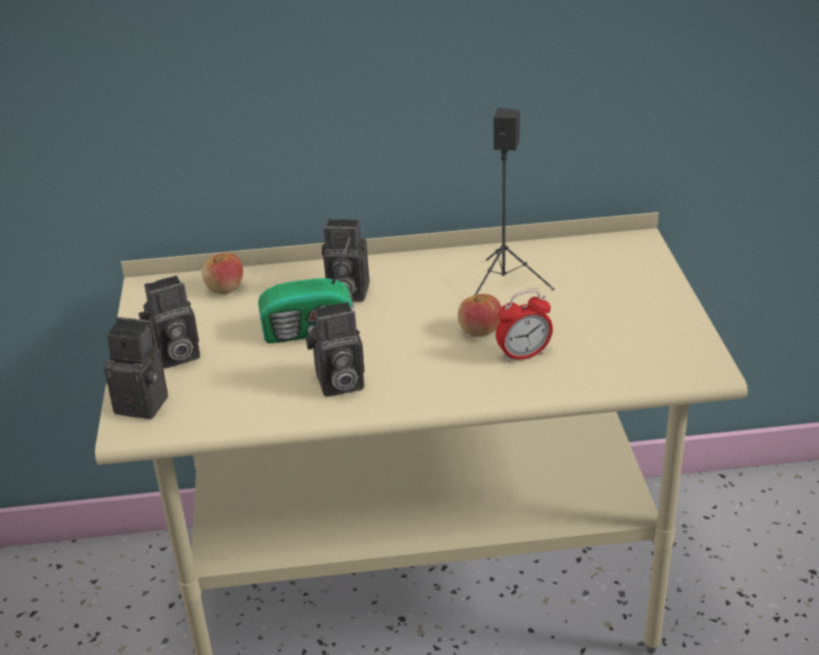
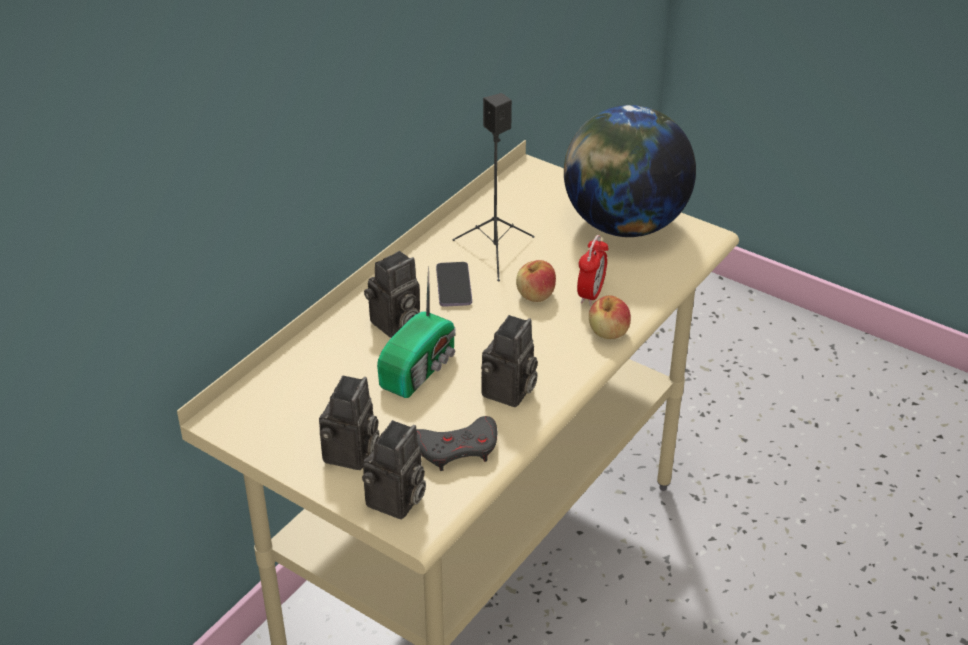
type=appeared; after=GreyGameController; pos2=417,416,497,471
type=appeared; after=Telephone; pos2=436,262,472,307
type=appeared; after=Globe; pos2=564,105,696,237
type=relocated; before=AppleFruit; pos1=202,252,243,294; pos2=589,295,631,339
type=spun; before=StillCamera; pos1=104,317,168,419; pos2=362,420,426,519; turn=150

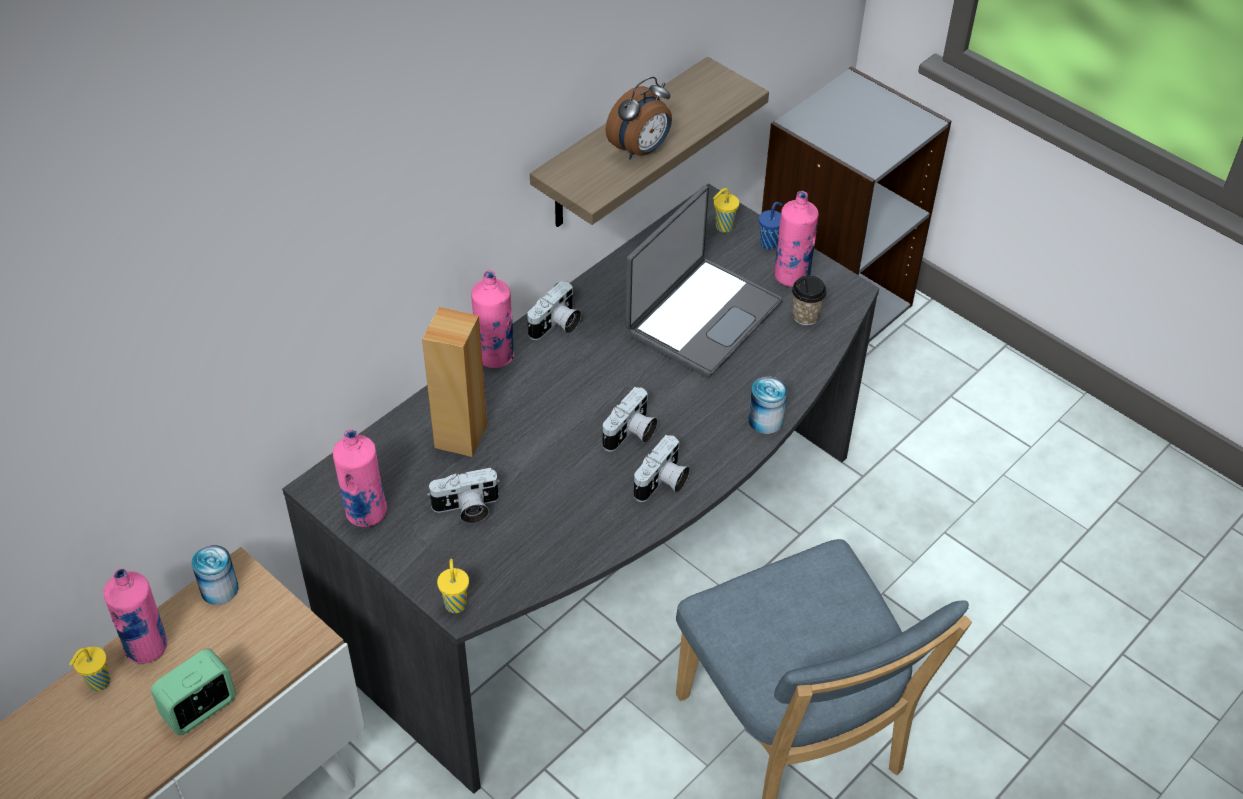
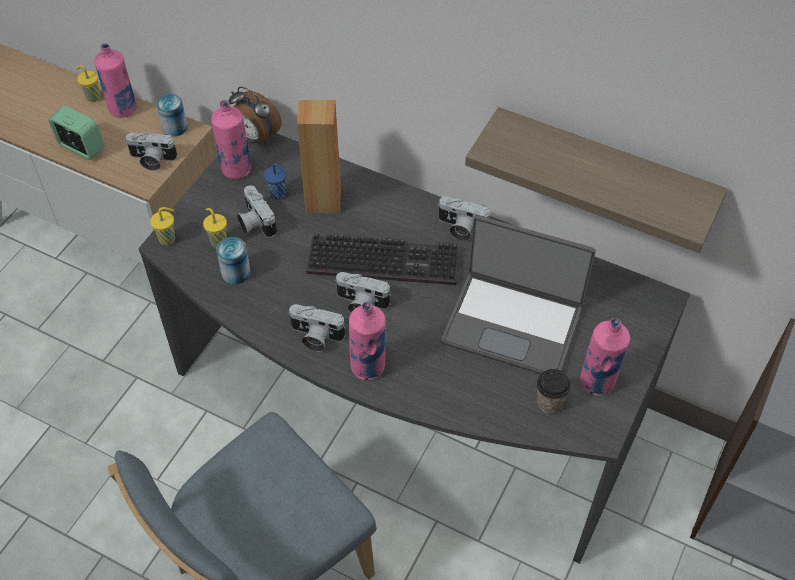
type=appeared; after=StillCamera; pos2=125,132,177,171
type=appeared; after=Keyboard; pos2=306,233,459,285
type=relocated; before=PinkBeverageBottle; pos1=471,270,514,368; pos2=349,302,386,380
type=relocated; before=BedsideClock; pos1=606,76,672,159; pos2=229,87,282,144
type=relocated; before=YellowishSmallCup; pos1=713,188,739,233; pos2=203,208,227,248
type=relocated; before=Can; pos1=748,377,787,434; pos2=216,237,250,284
type=relocated; before=BluishSmallCup; pos1=759,202,783,250; pos2=264,163,286,200

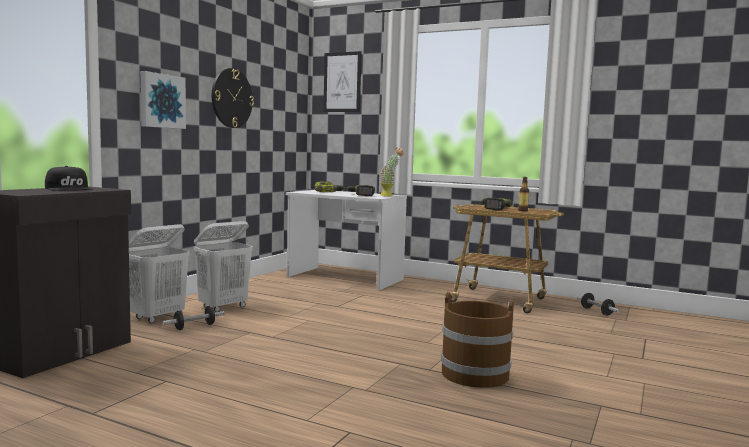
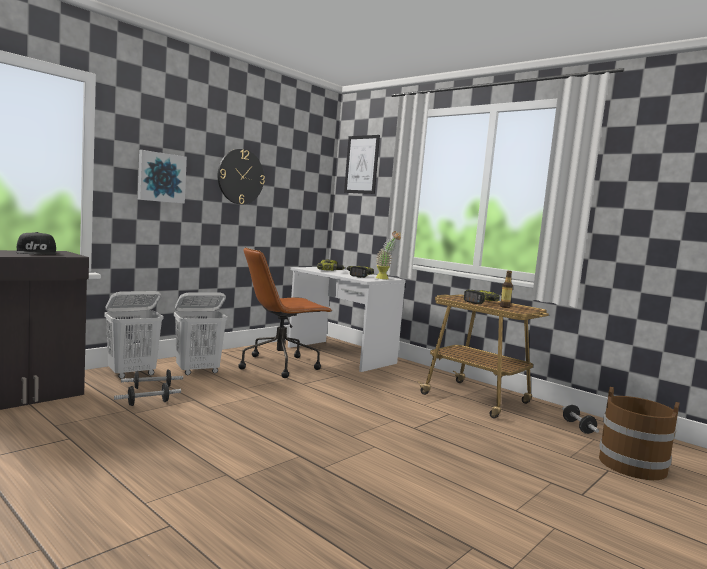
type=appeared; after=HandWeight; pos2=114,383,181,406
type=appeared; after=BrownColouredComputerChair; pos2=238,247,332,378
type=relocated; before=BrownColouredBucket; pos1=441,292,514,388; pos2=599,387,680,480

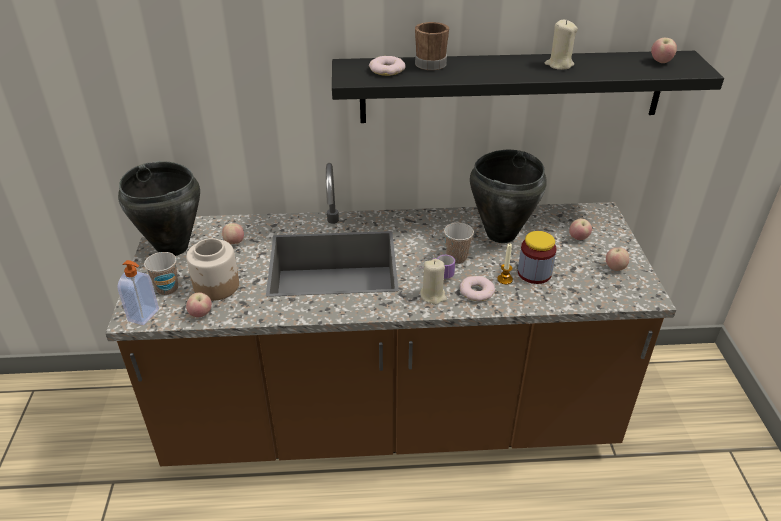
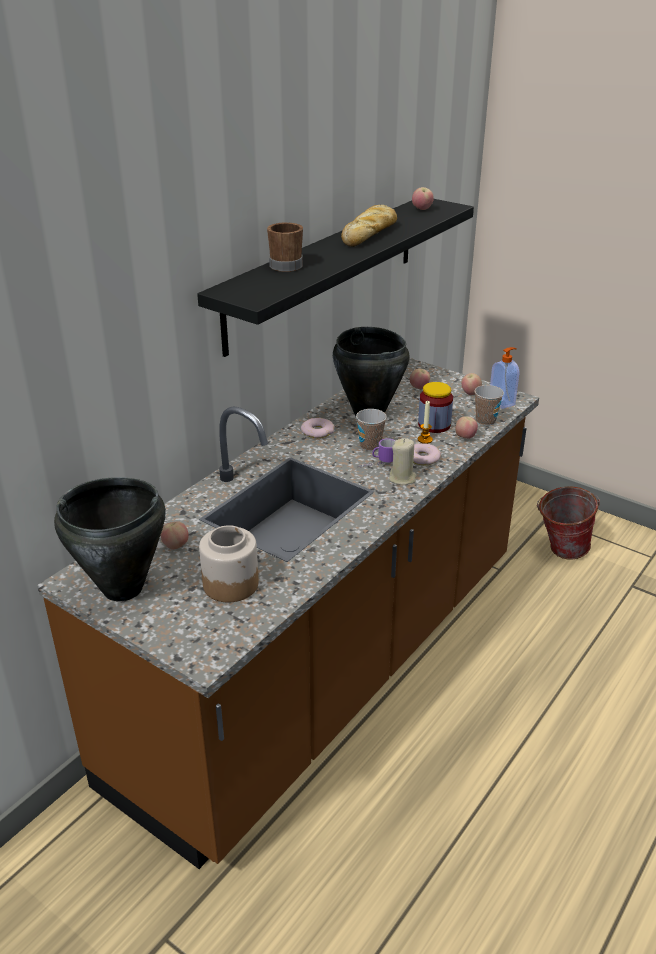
type=appeared; after=Bucket; pos2=537,487,600,559
type=relocated; before=SoapDispenser; pos1=117,260,159,325; pos2=490,347,519,409
type=relocated; before=SmallCup; pos1=144,252,178,296; pos2=475,385,504,426
type=relocated; before=AppleFruit; pos1=186,292,212,317; pos2=455,416,478,439
type=relocated; before=RingDoughnut; pos1=369,56,405,76; pos2=301,418,335,438
type=exchanged; before=BeigeColouredWaxCandle; after=Bread; pos1=545,20,578,70; pos2=341,205,397,247

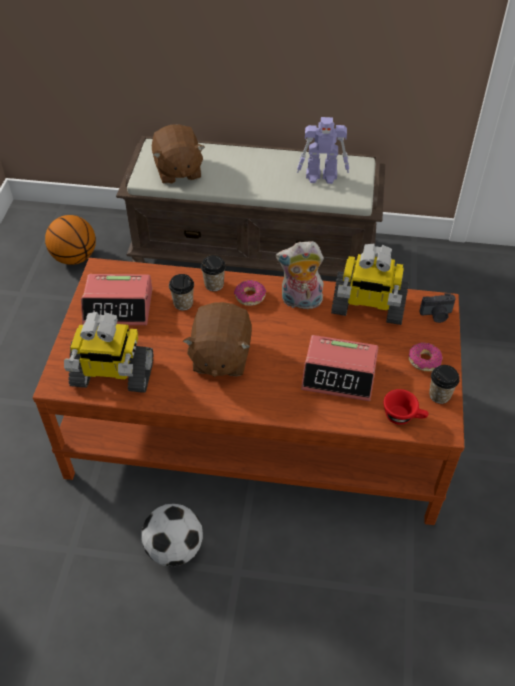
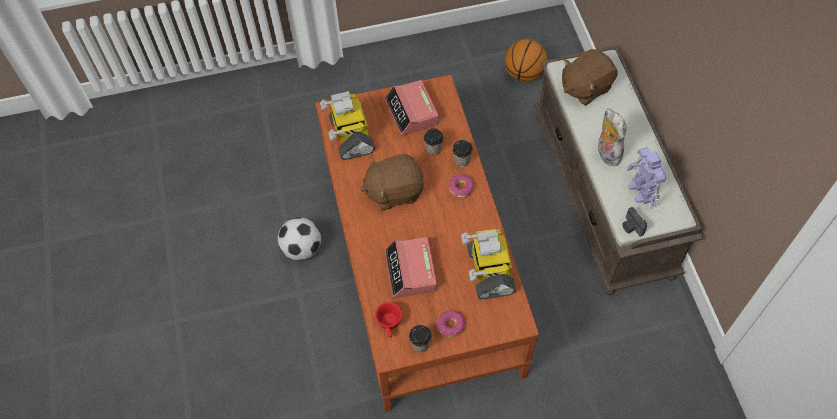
type=relocated; before=SoftToy; pos1=276,241,324,309; pos2=597,108,626,166
type=relocated; before=StillCamera; pos1=419,293,456,323; pos2=622,207,647,236

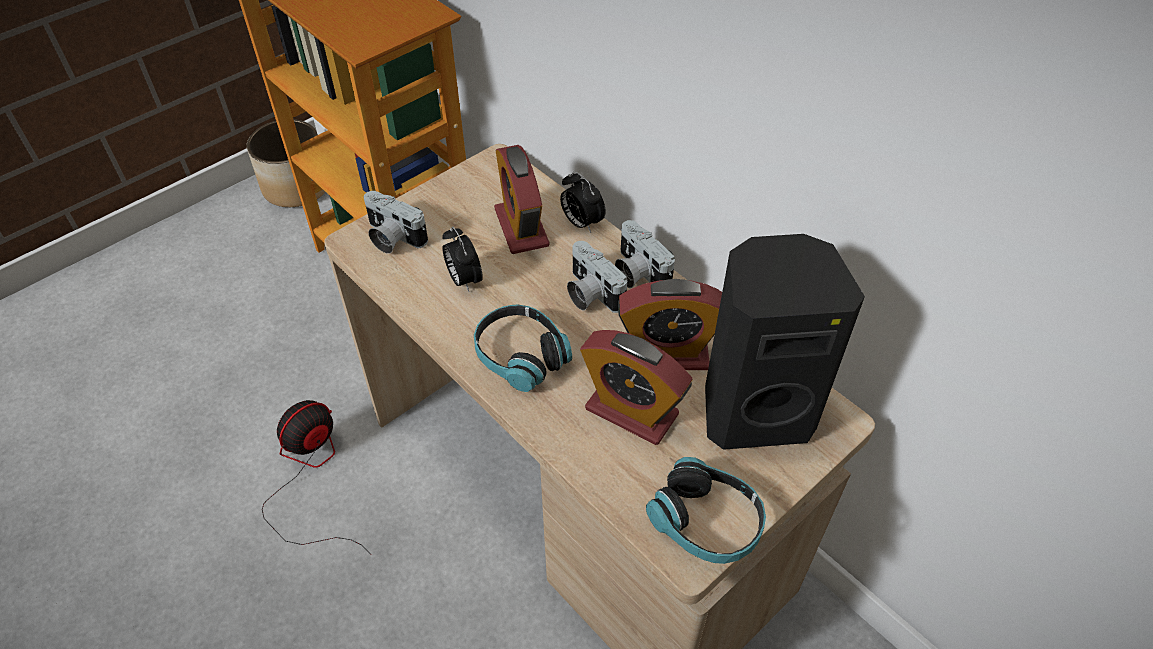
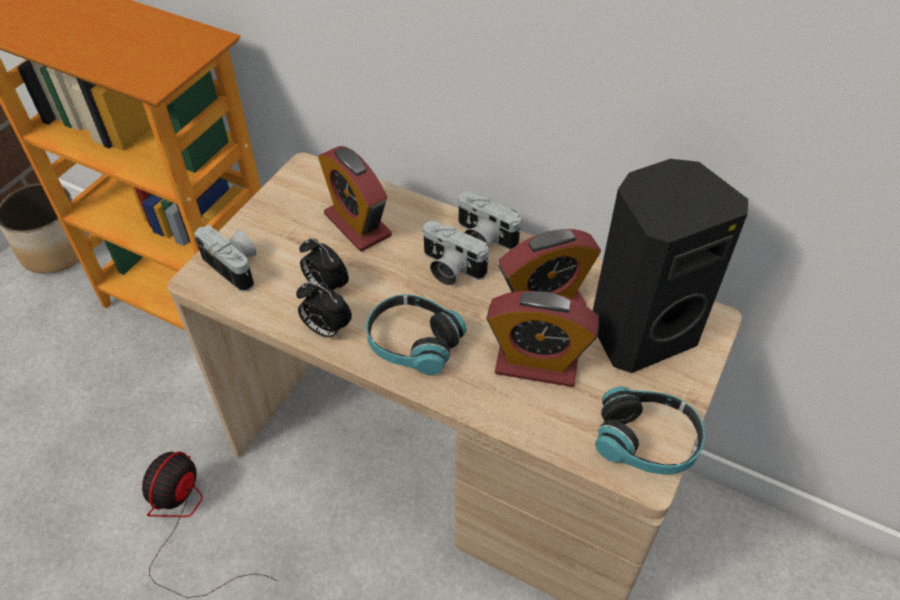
type=relocated; before=BedsideClock; pos1=560,171,606,233; pos2=296,282,352,339
type=spun; before=StillCamera; pos1=364,191,428,254; pos2=194,224,256,292; turn=-150

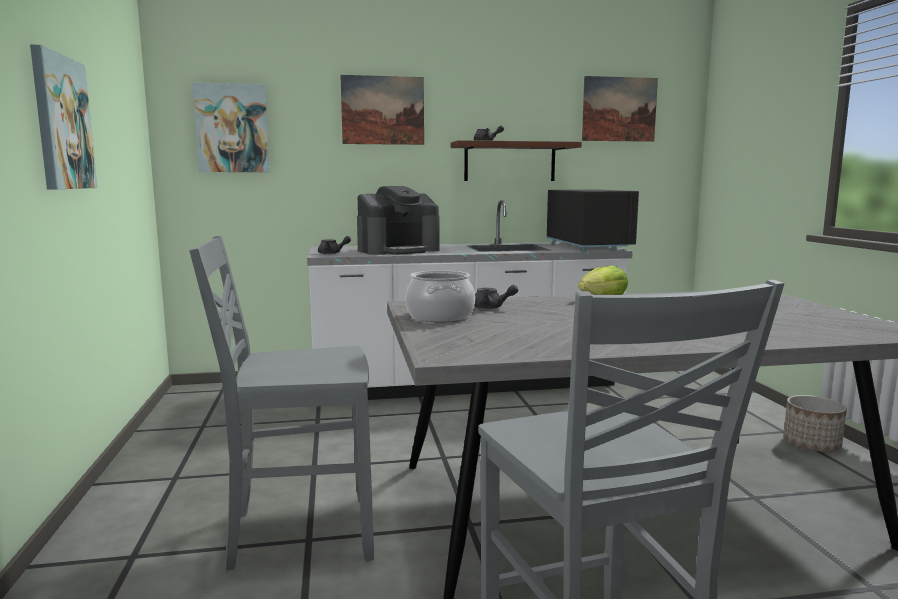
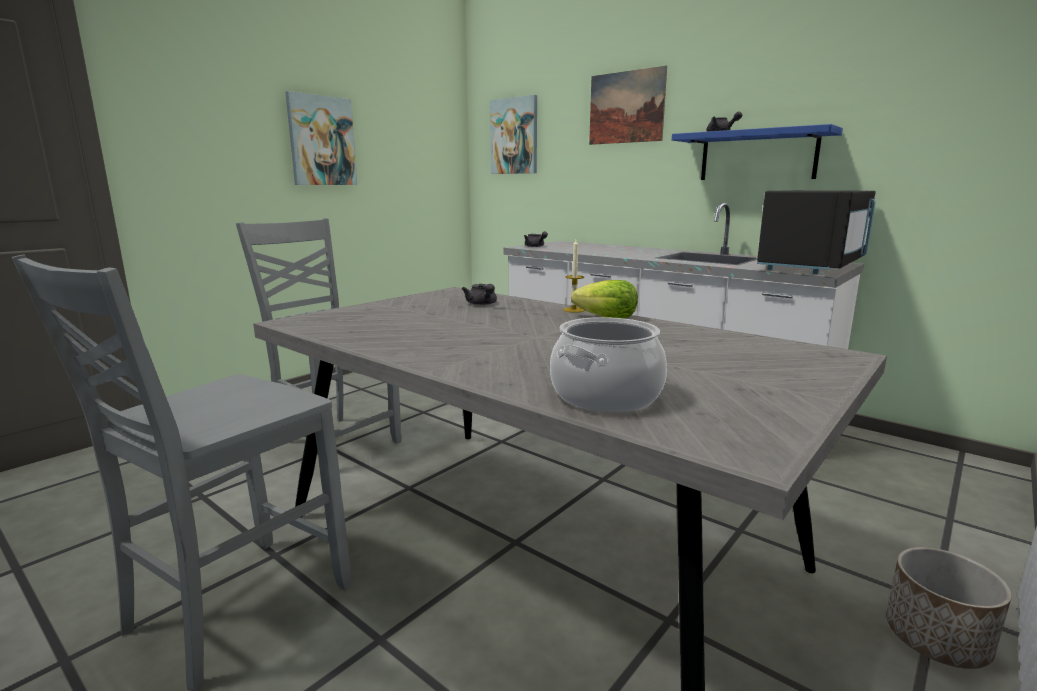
type=missing; before=CoffeeBrewer; pos1=357,186,440,255
type=missing; before=WallPicture; pos1=582,76,658,142
type=appeared; after=WaxCandle; pos2=563,239,585,313
type=relocated; before=Stockpot; pos1=405,270,475,322; pos2=550,317,667,412
type=colour; before=BrownColouredShelf; after=BluishShelf; pos1=451,140,582,181; pos2=672,124,843,180

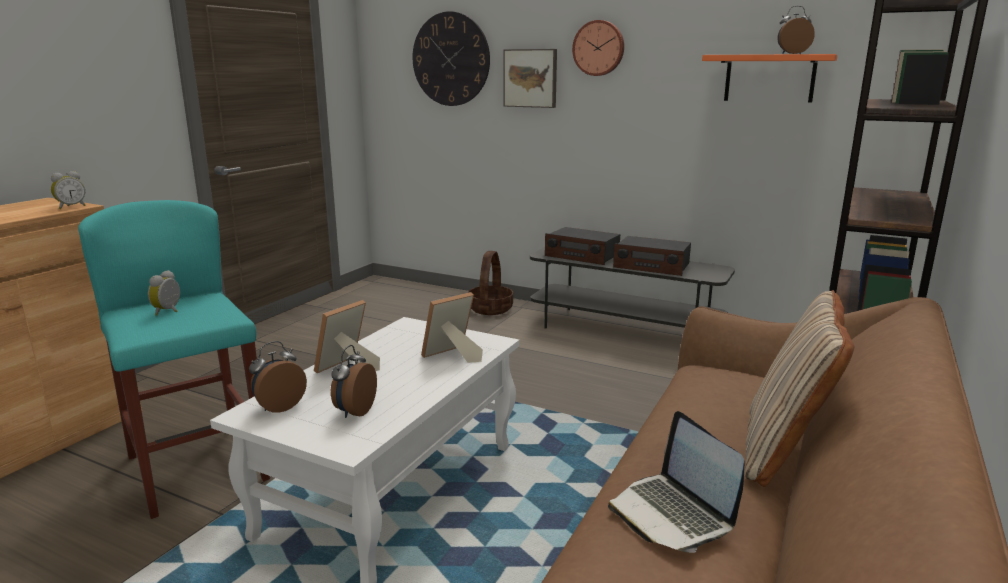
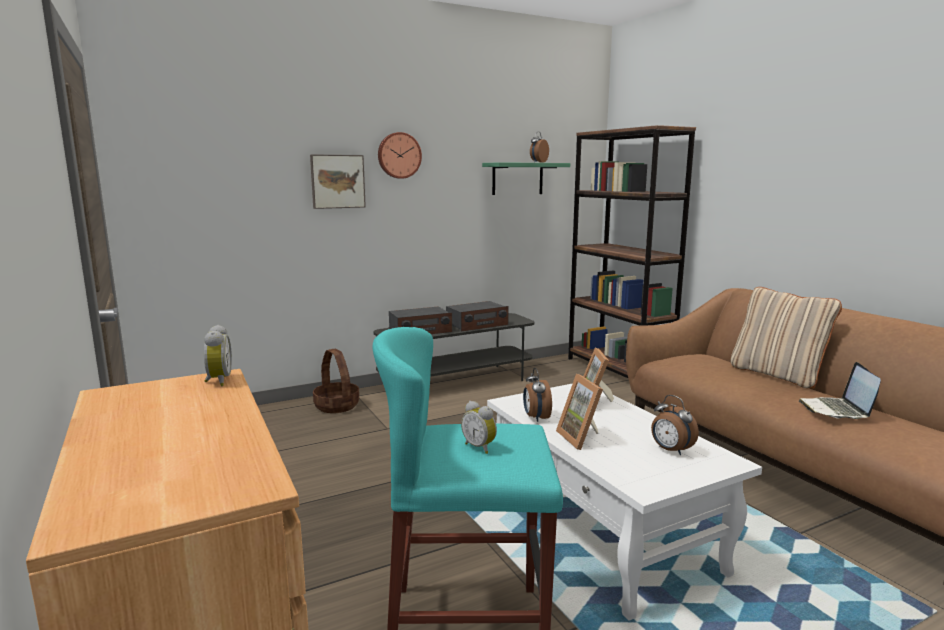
type=missing; before=WallClock; pos1=413,11,490,106
type=relocated; before=BedsideClock; pos1=249,341,307,413; pos2=523,368,552,422
type=colour; before=OrangeyShelf; after=GreenishShelf; pos1=702,54,838,103; pos2=482,162,570,195
type=spun; before=Laptop; pos1=608,411,745,553; pos2=799,362,881,419; turn=90

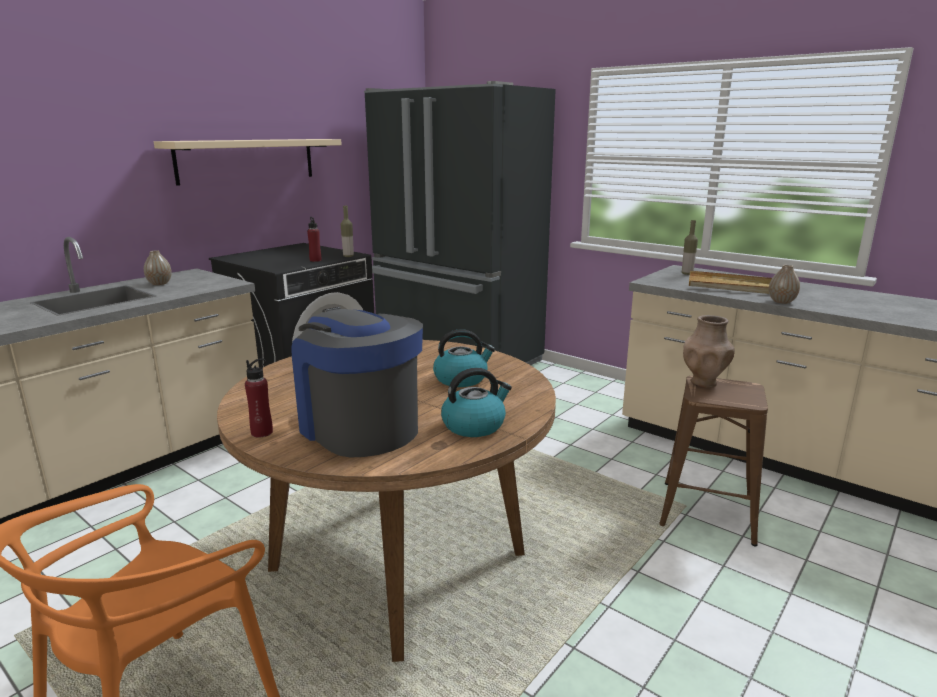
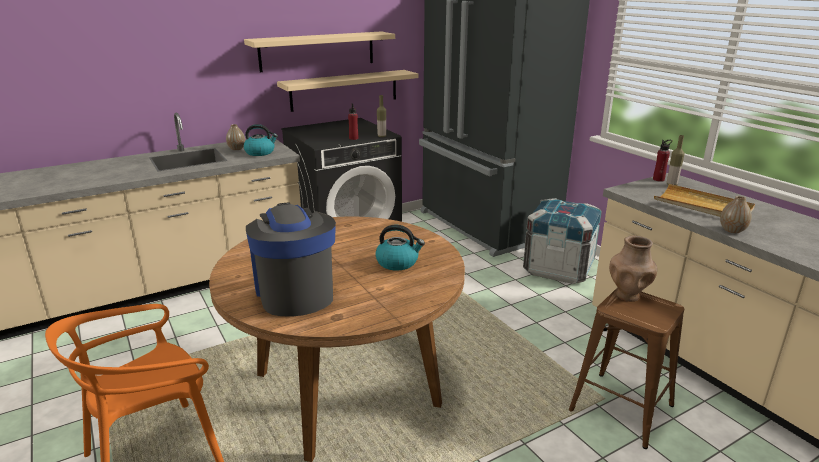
type=appeared; after=BeigeColouredShelf; pos2=277,70,418,112
type=appeared; after=ShippingCrate; pos2=523,198,602,284
type=relocated; before=RedBeverageBottle; pos1=245,358,273,438; pos2=653,140,672,182
type=relocated; before=WaterKettle; pos1=441,368,512,437; pos2=244,124,278,156

